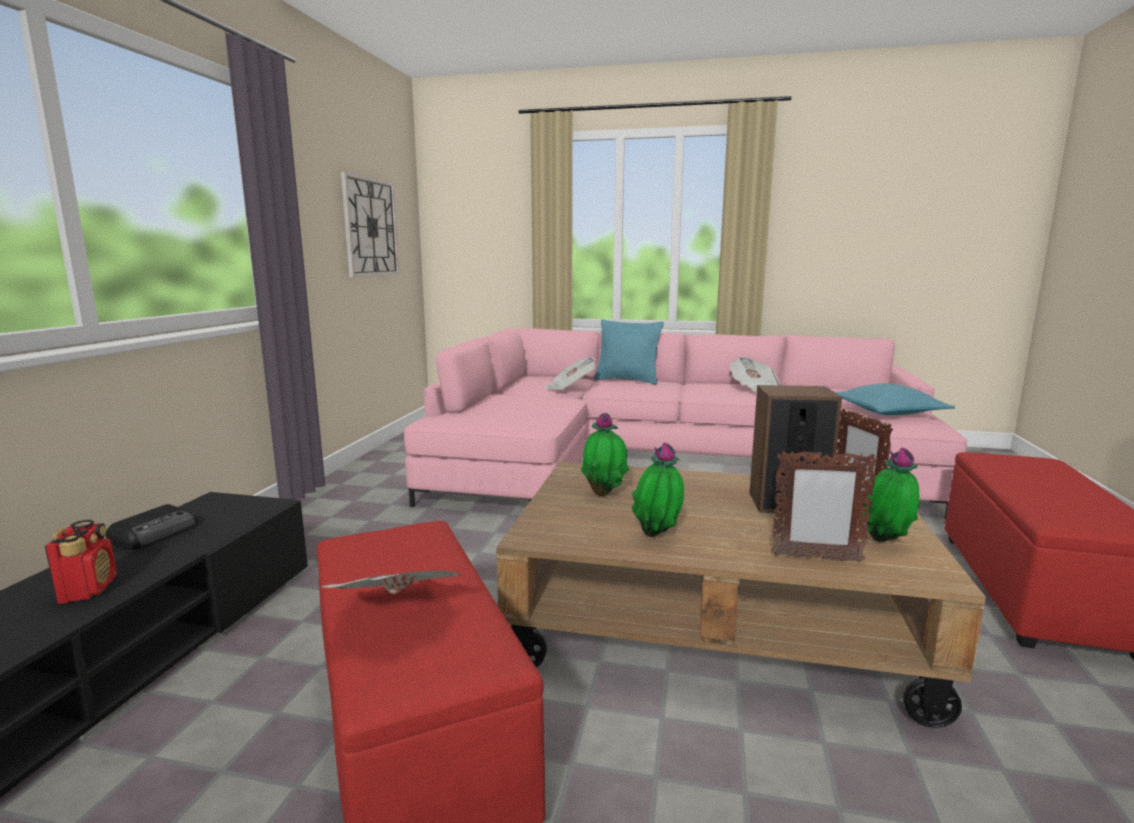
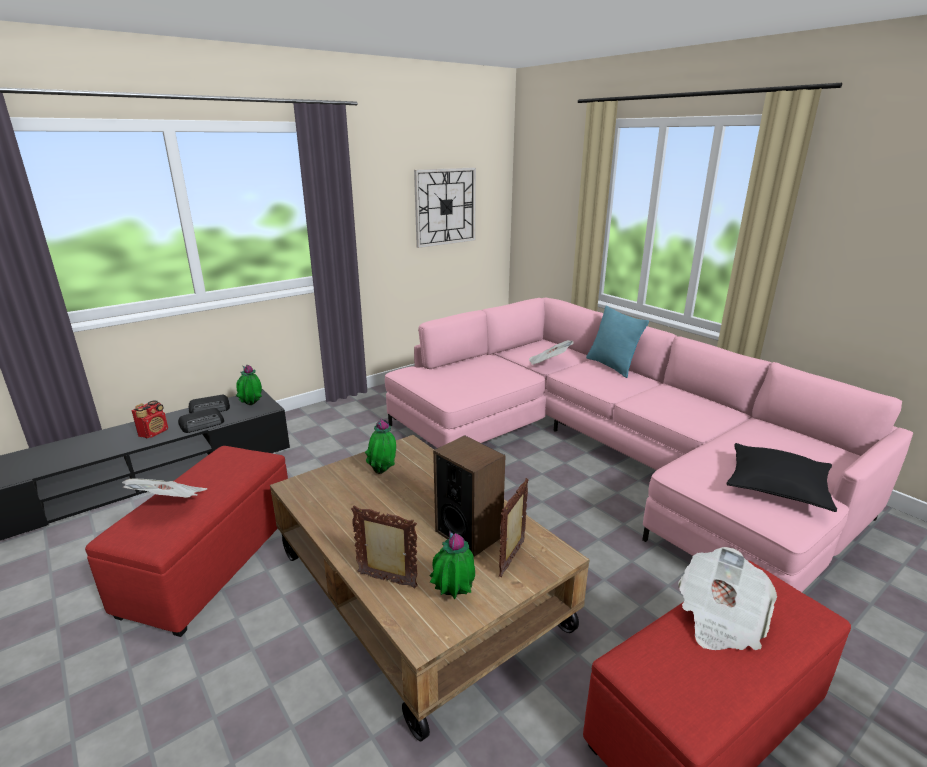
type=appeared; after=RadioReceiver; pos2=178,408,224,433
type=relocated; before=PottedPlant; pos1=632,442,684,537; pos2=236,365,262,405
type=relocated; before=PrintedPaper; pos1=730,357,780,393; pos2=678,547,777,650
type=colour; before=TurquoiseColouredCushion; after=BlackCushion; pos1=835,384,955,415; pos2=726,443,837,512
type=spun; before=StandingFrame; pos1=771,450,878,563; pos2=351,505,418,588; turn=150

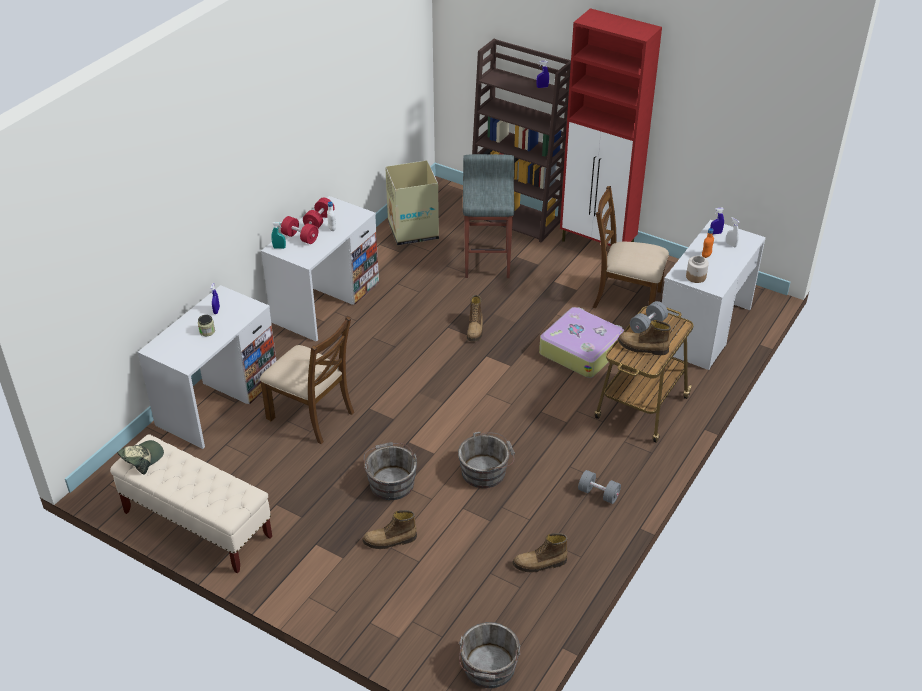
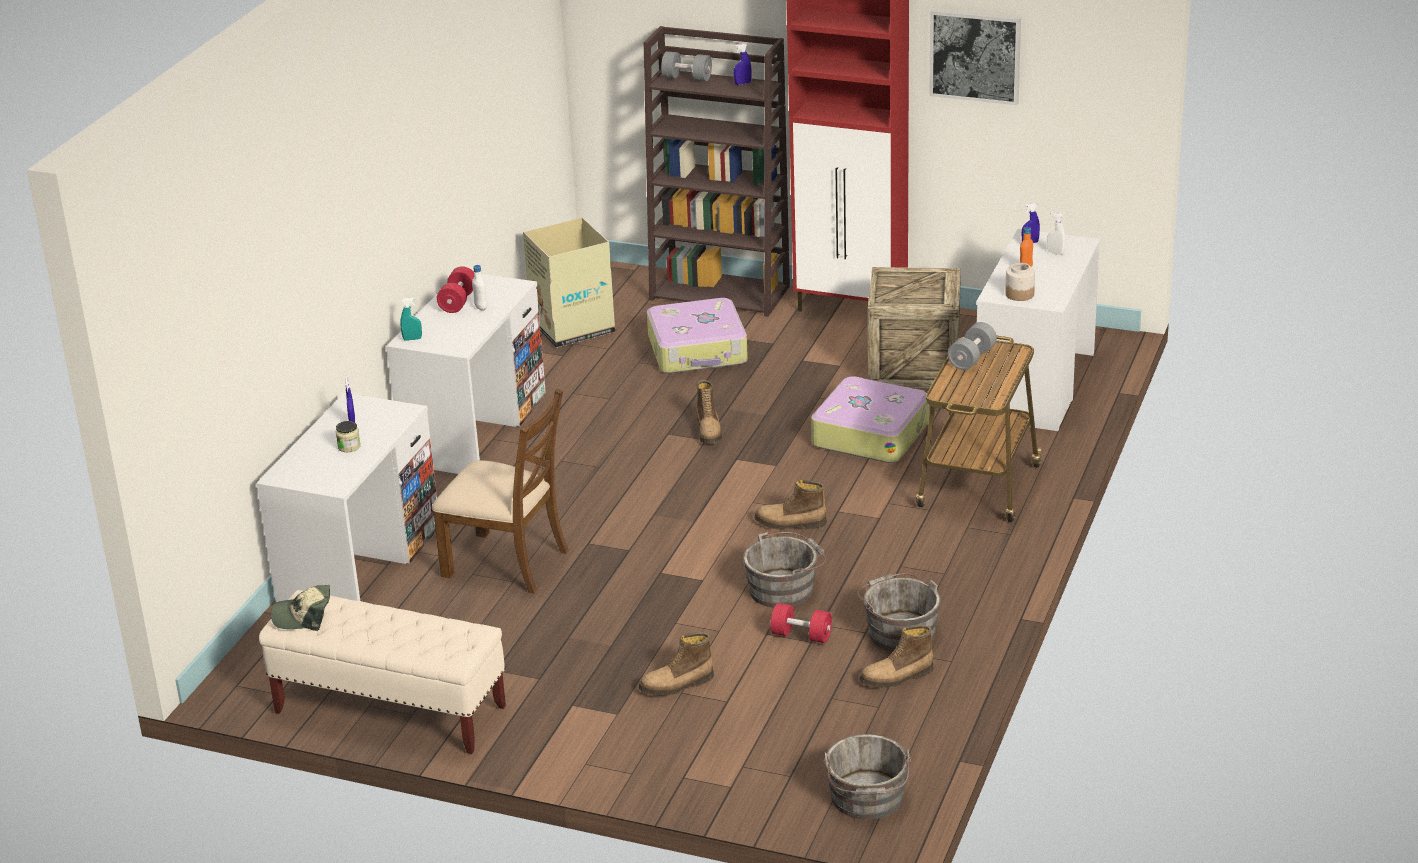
type=appeared; after=WallPicture; pos2=929,9,1021,105
type=relocated; before=RedHandWeight; pos1=281,216,318,244; pos2=771,603,832,643
type=relocated; before=GreyBucket; pos1=364,442,417,500; pos2=857,573,941,652
type=relocated; before=GreyHandWeight; pos1=578,470,621,504; pos2=661,51,712,81
type=relocated; before=Boot; pos1=618,320,671,355; pos2=754,480,827,530
type=exchanged; before=GreyStoolSeat; after=Suitcase; pos1=463,154,515,278; pos2=647,298,748,374
type=exchanged; before=BrownColouredPlainChair; after=ShippingCrate; pos1=592,186,669,308; pos2=868,267,961,388
type=spun; before=Cap; pos1=117,440,164,475; pos2=271,585,330,631; turn=-120

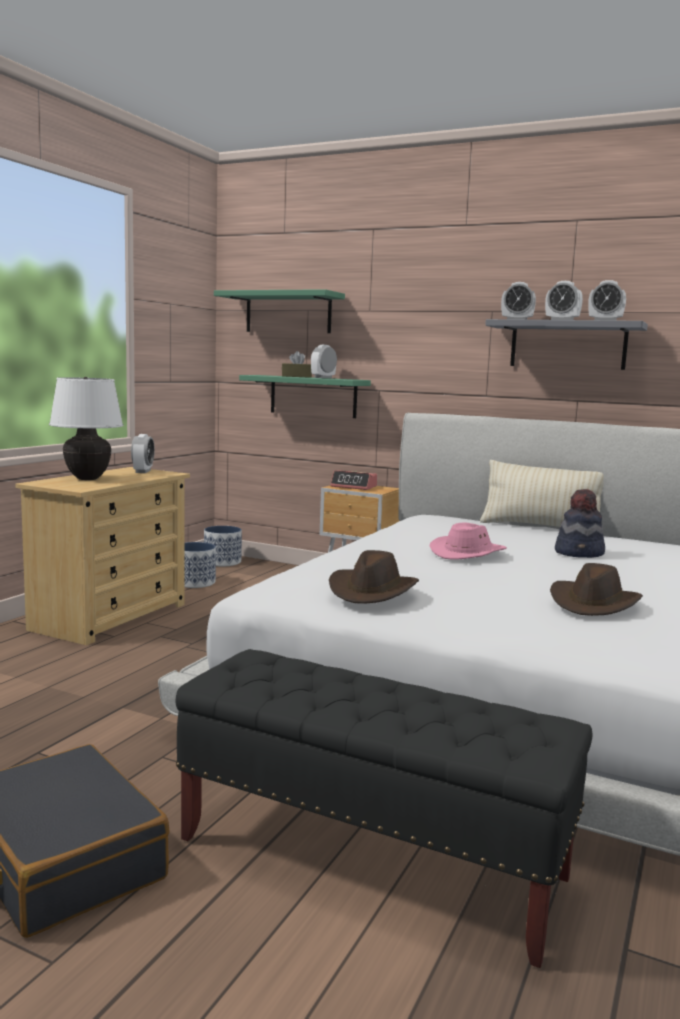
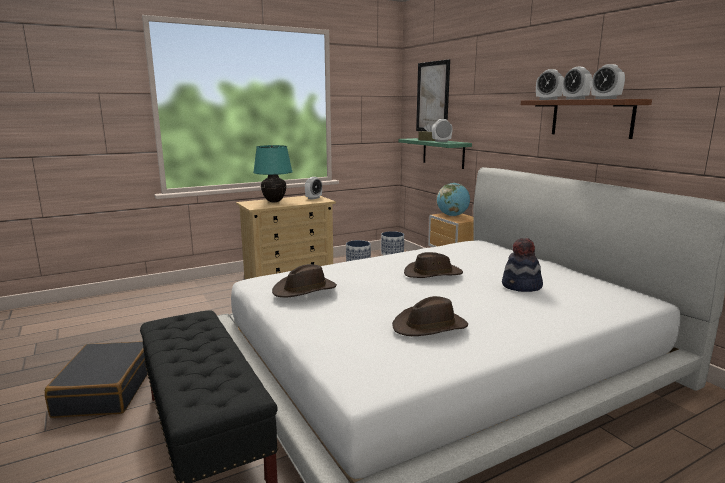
type=missing; before=BeigeColouredCushion; pos1=480,460,604,527
type=exchanged; before=GreenishShelf; after=WallPicture; pos1=214,289,345,333; pos2=416,59,450,131
type=exchanged; before=BedsideClock; after=Globe; pos1=330,470,377,490; pos2=437,183,470,216
type=colour; before=WhiteColouredLampForATable; after=TurquoiseColouredLampForATable; pos1=49,377,124,480; pos2=253,145,293,202
type=colour; before=PinkHat; after=BrownColouredHat; pos1=430,522,507,560; pos2=404,252,463,278
type=colour; before=GreyShelf; after=BrownColouredShelf; pos1=485,319,648,370; pos2=521,99,652,139

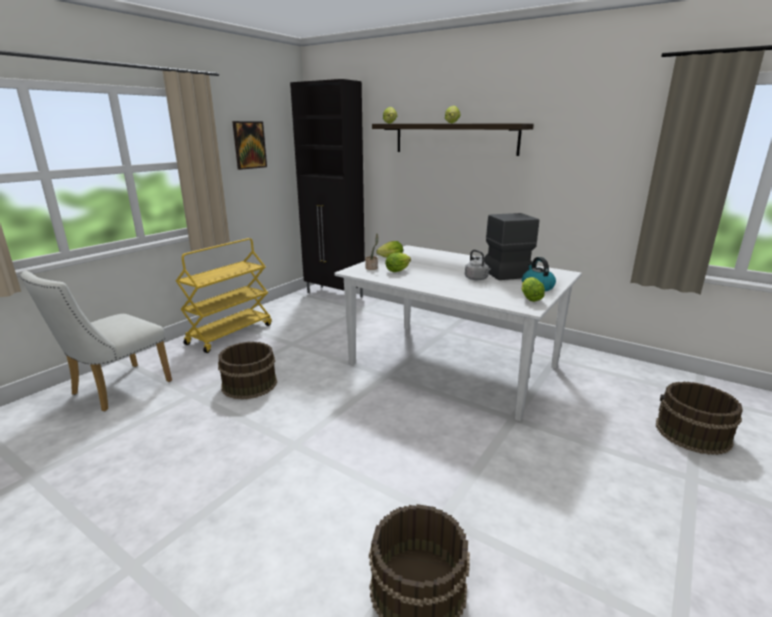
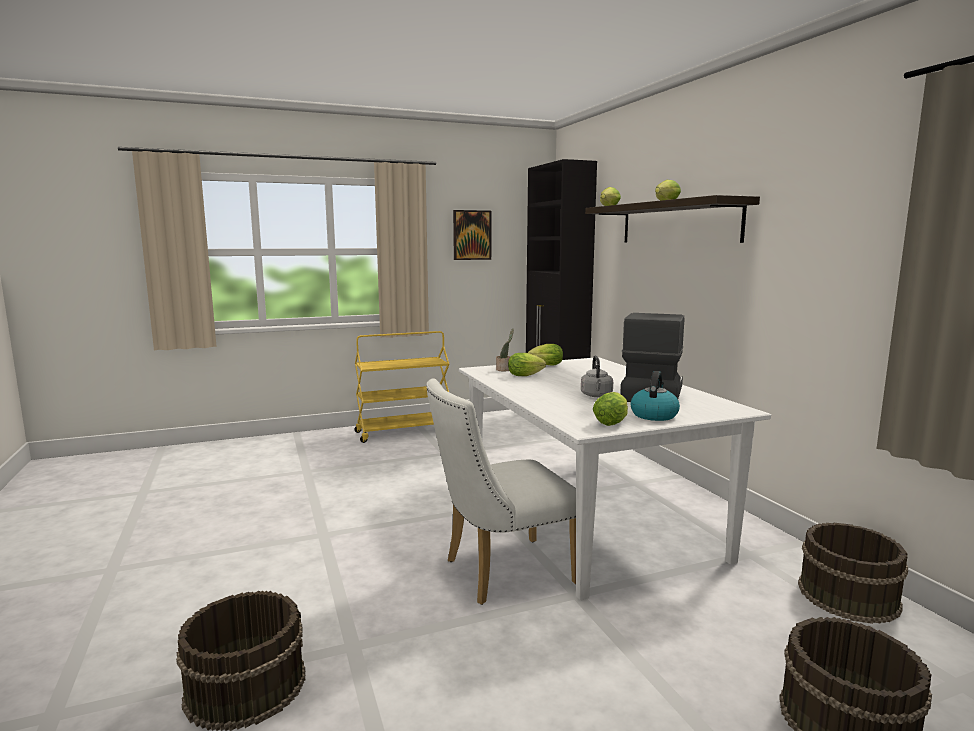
type=relocated; before=WhiteColouredPlainChair; pos1=20,271,172,411; pos2=426,378,576,605
type=relocated; before=BrownColouredBucket; pos1=218,342,277,399; pos2=798,523,908,624

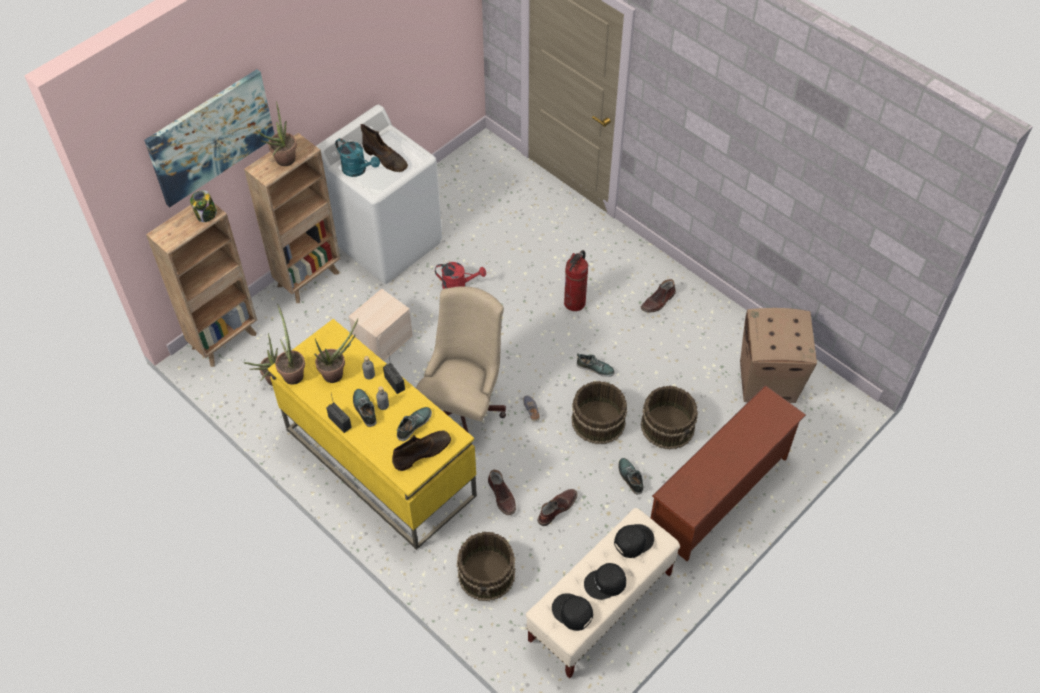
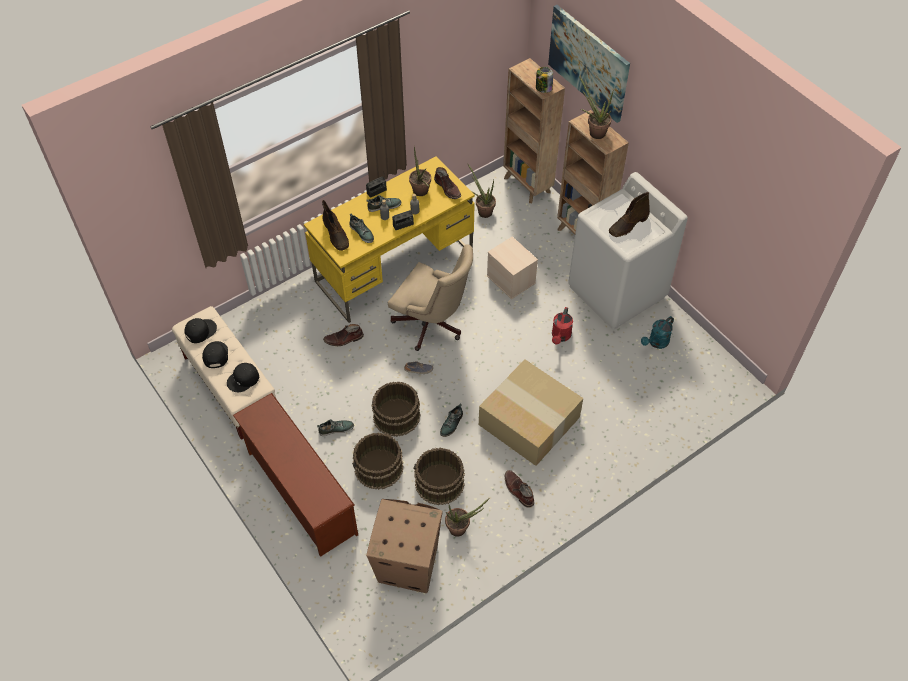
type=relocated; before=PottedPlant; pos1=275,304,305,385; pos2=445,498,489,537
type=relocated; before=TurquoiseColouredWateringPot; pos1=335,138,380,177; pos2=641,316,674,349
type=relocated; before=BrownColouredBucket; pos1=457,532,515,601; pos2=414,448,465,505
type=relocated; before=BrownColouredBoot; pos1=537,489,578,526; pos2=434,167,461,199
type=exchanged; before=FireExtinguisher; after=PackingBox; pos1=564,250,588,311; pos2=479,360,583,466
type=spun; before=BlackCap; pos1=614,524,654,558; pos2=227,363,259,392; turn=75

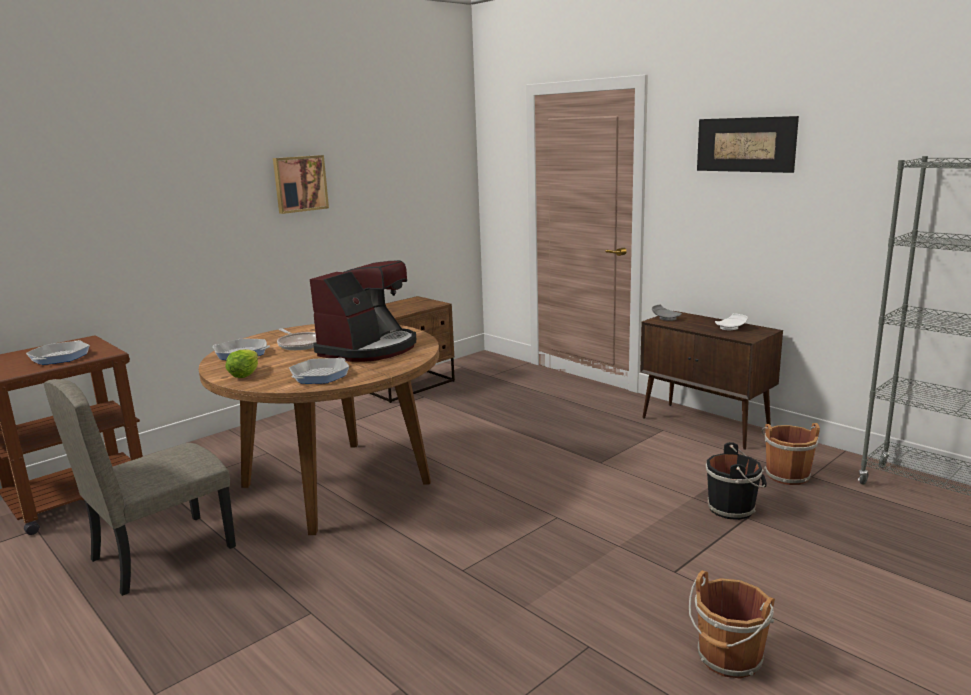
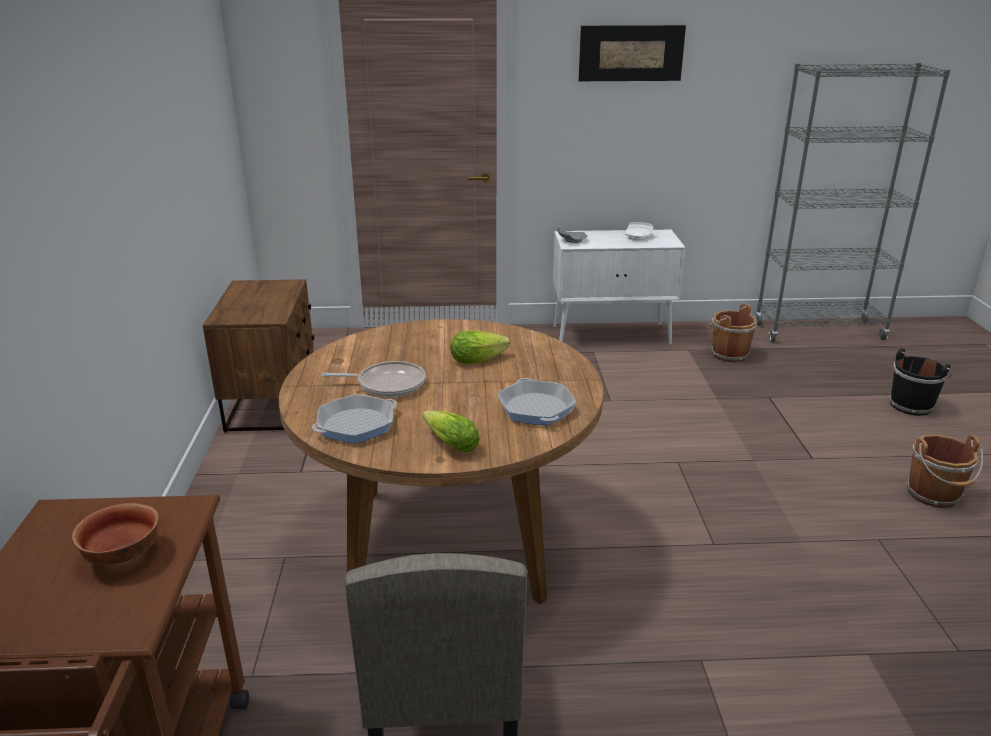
type=missing; before=WallPicture; pos1=273,155,329,214
type=relocated; before=BlackBucket; pos1=706,442,767,520; pos2=889,348,952,416
type=exchanged; before=FryingPan; after=DeepDish; pos1=26,340,90,365; pos2=72,503,159,565
type=exchanged; before=CoffeeBrewer; after=Lettuce; pos1=310,260,416,362; pos2=450,331,510,364
type=colour; before=BrownColouredStorageCabinet; after=WhiteColouredStorageCabinet; pos1=640,311,783,450; pos2=553,230,686,345

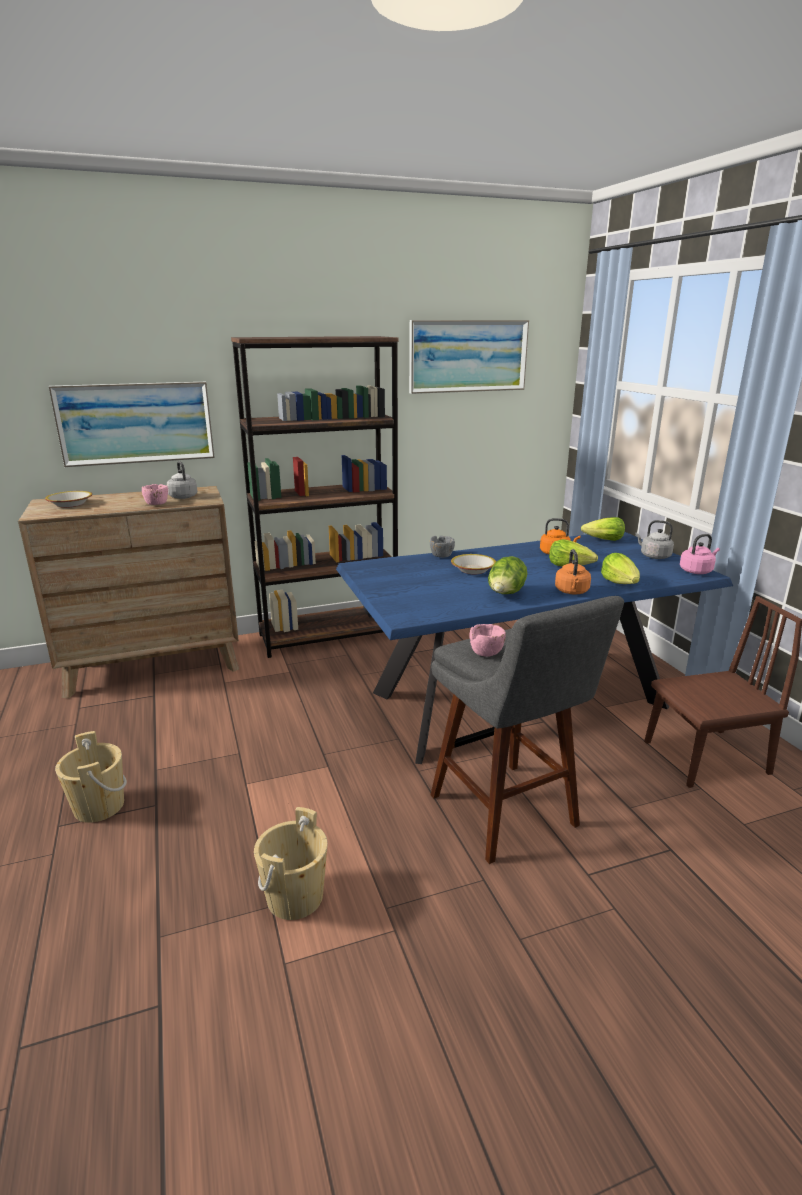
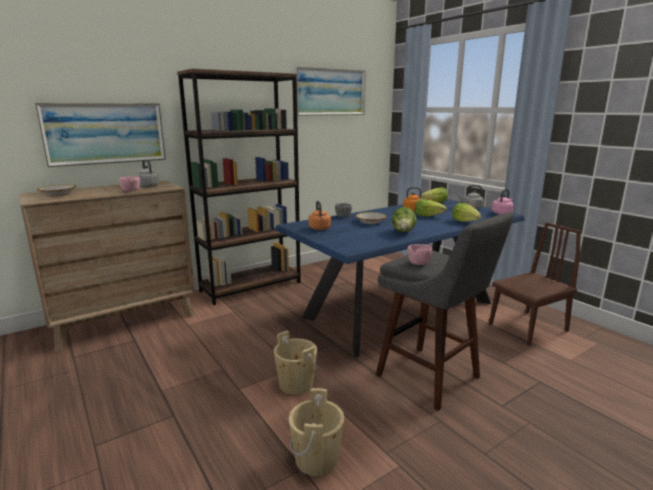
type=relocated; before=BeigeColouredBucket; pos1=55,731,127,823; pos2=274,330,317,395
type=relocated; before=OrangeyWaterKettle; pos1=555,549,591,594; pos2=309,201,331,230

